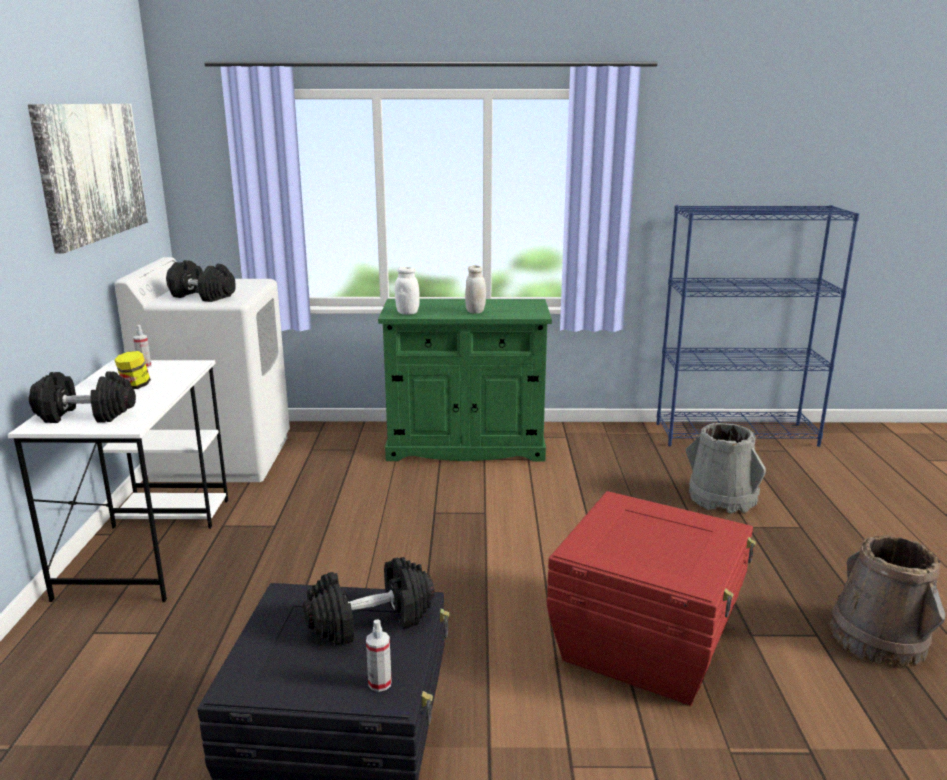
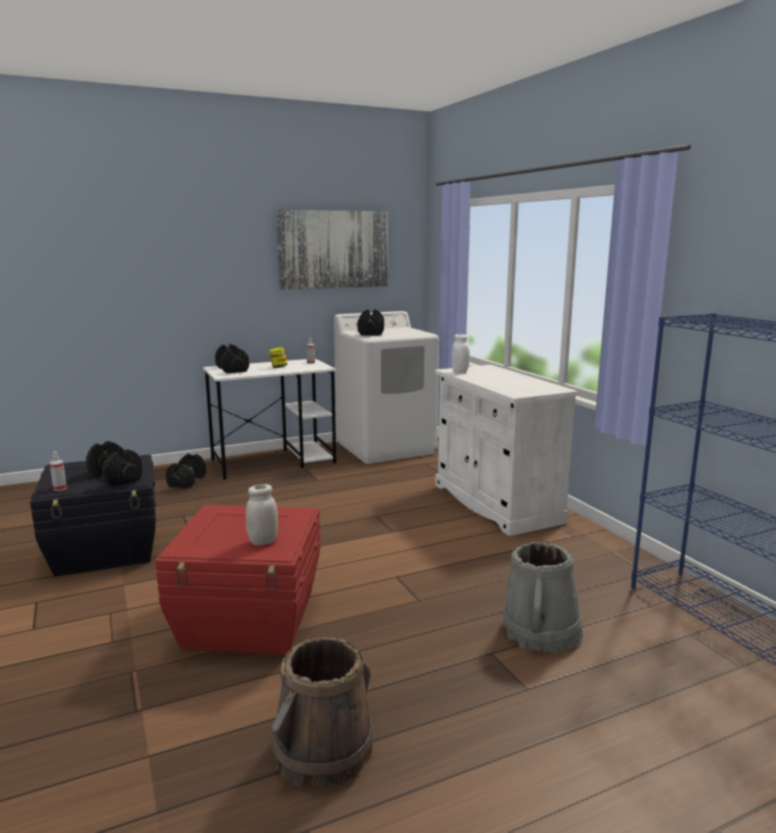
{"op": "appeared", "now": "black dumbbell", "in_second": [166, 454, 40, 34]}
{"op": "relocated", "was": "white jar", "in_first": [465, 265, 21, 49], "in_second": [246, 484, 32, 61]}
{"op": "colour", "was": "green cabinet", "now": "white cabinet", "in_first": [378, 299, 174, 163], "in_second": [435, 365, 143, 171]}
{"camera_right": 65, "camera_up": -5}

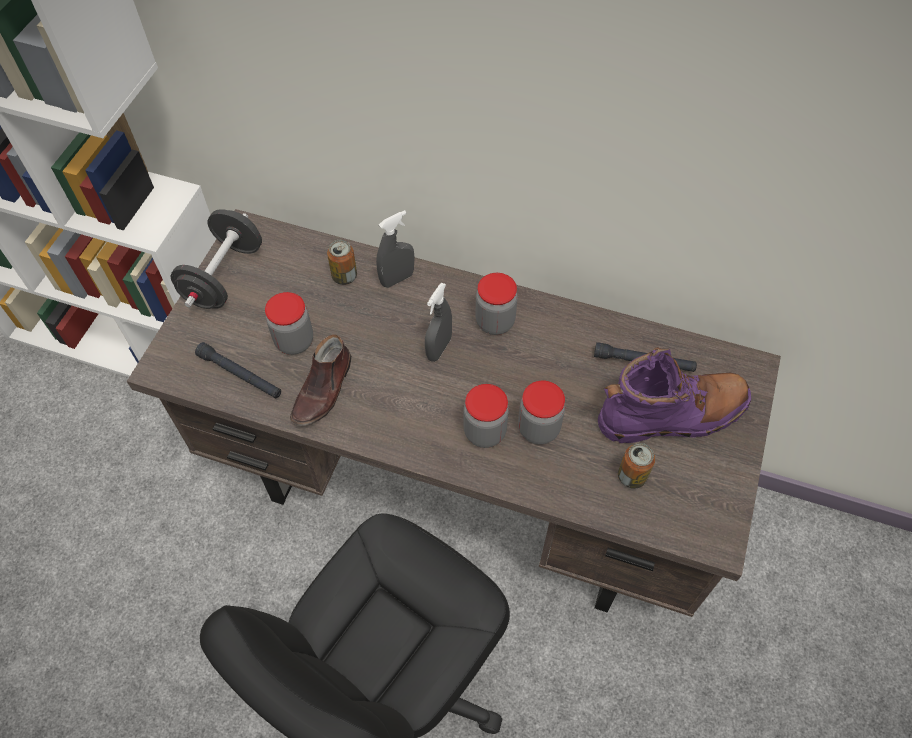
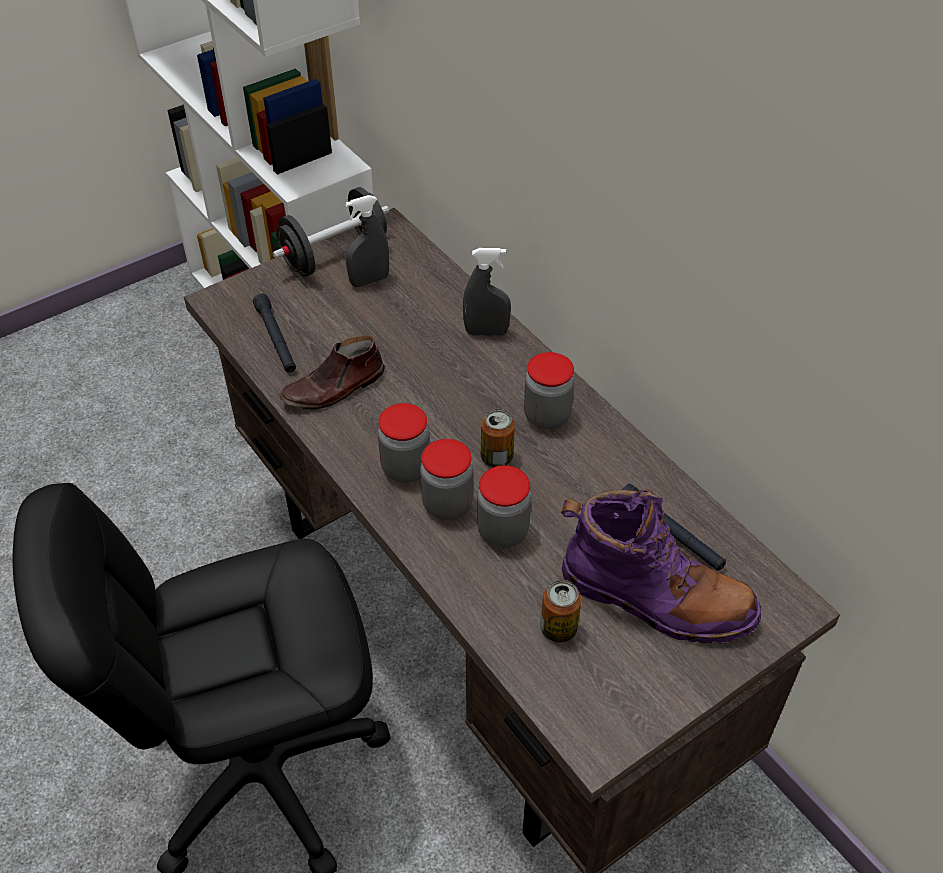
{"op": "relocated", "was": "grey spray bottle", "in_first": [425, 283, 27, 79], "in_second": [345, 195, 44, 92]}
{"op": "relocated", "was": "jar", "in_first": [265, 292, 48, 63], "in_second": [378, 403, 52, 80]}
{"op": "relocated", "was": "can", "in_first": [327, 240, 30, 45], "in_second": [481, 409, 34, 58]}
{"camera_right": 35, "camera_up": -10}

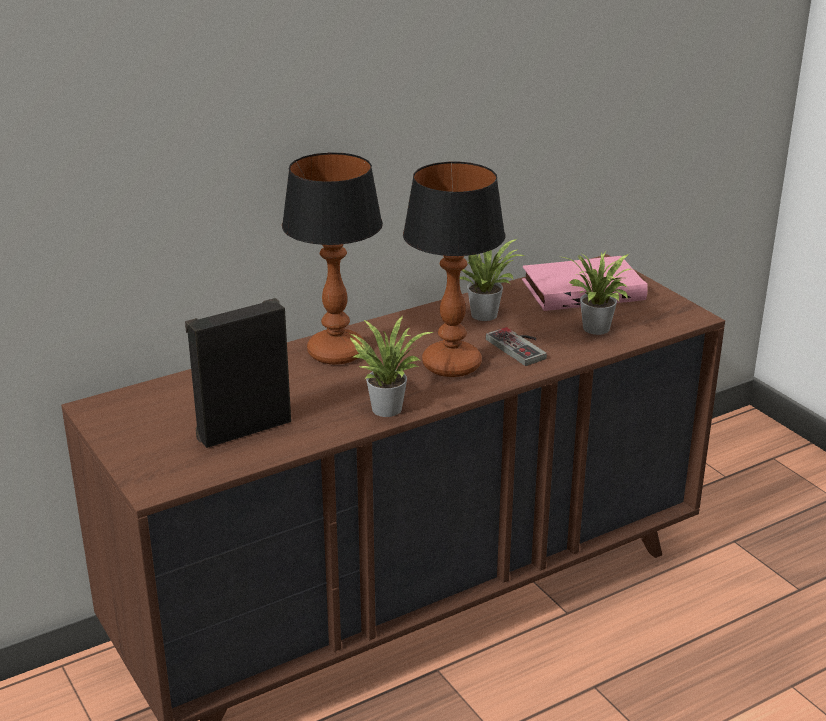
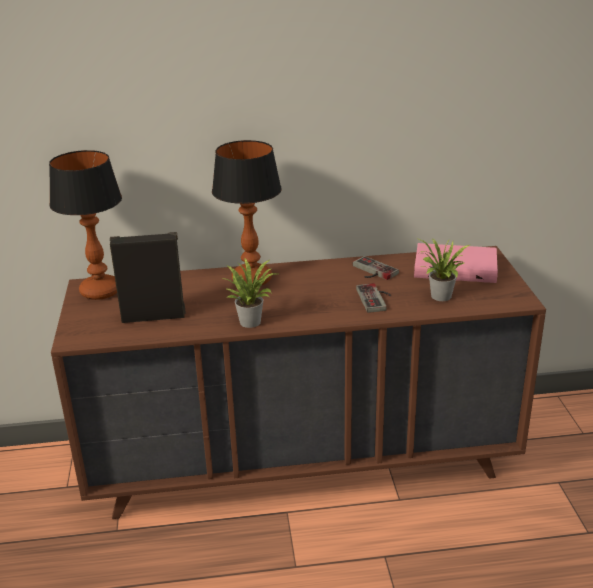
{"op": "relocated", "was": "table lamp", "in_first": [403, 162, 102, 215], "in_second": [49, 150, 73, 150]}
{"op": "exchanged", "was": "potted plant", "now": "game controller", "in_first": [459, 239, 66, 82], "in_second": [353, 256, 46, 24]}
{"camera_right": 25, "camera_up": 0}

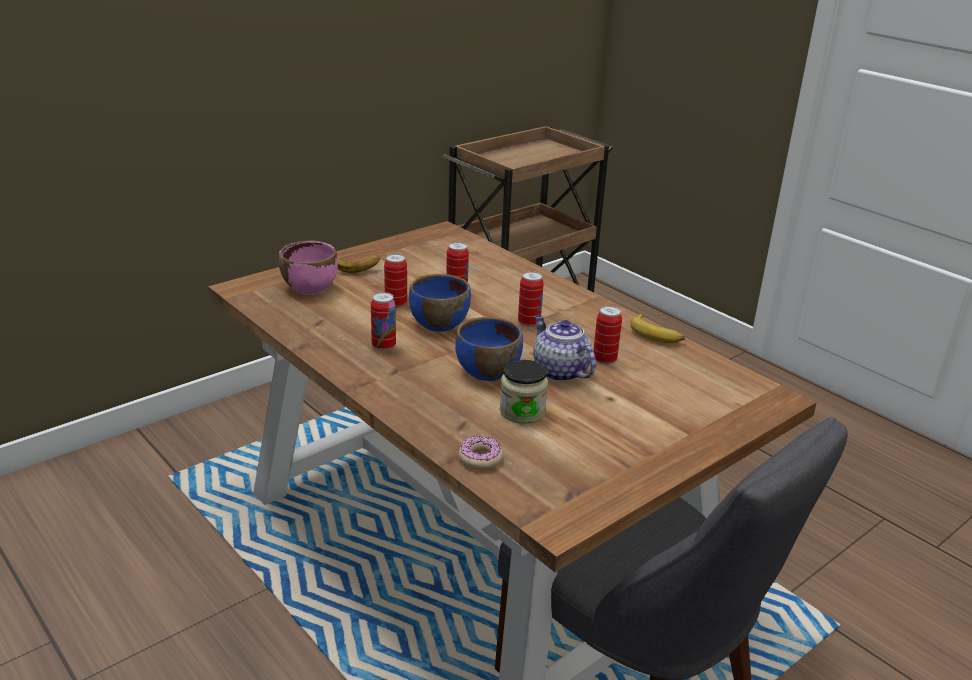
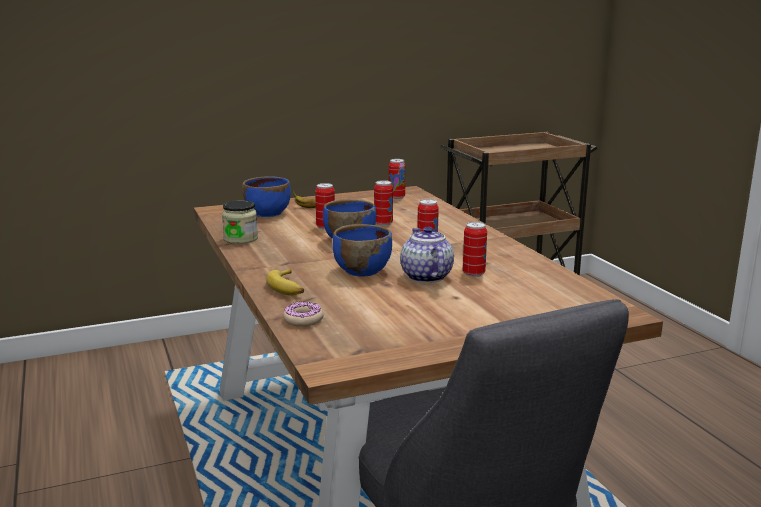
{"op": "relocated", "was": "jar", "in_first": [500, 360, 48, 64], "in_second": [222, 200, 36, 44]}
{"op": "colour", "was": "pink bowl", "now": "blue bowl", "in_first": [279, 240, 59, 55], "in_second": [242, 176, 49, 41]}
{"op": "relocated", "was": "banana", "in_first": [630, 313, 55, 31], "in_second": [266, 269, 38, 27]}
{"op": "relocated", "was": "can", "in_first": [371, 292, 25, 59], "in_second": [389, 159, 17, 40]}
{"camera_right": 20, "camera_up": -10}

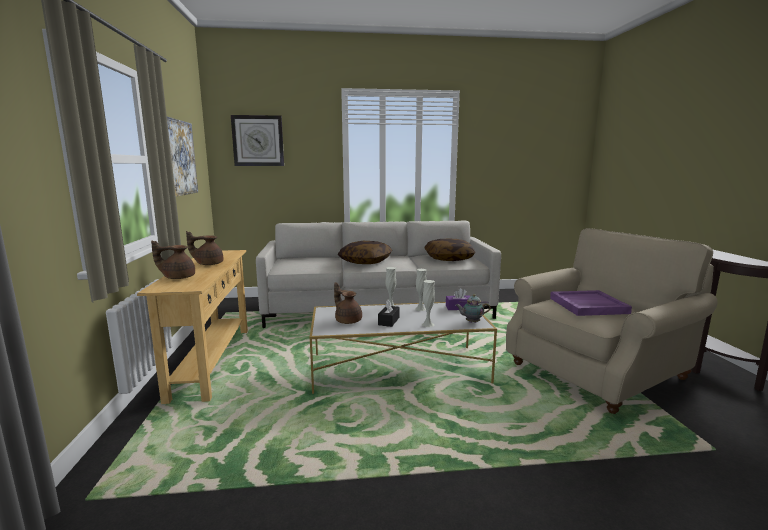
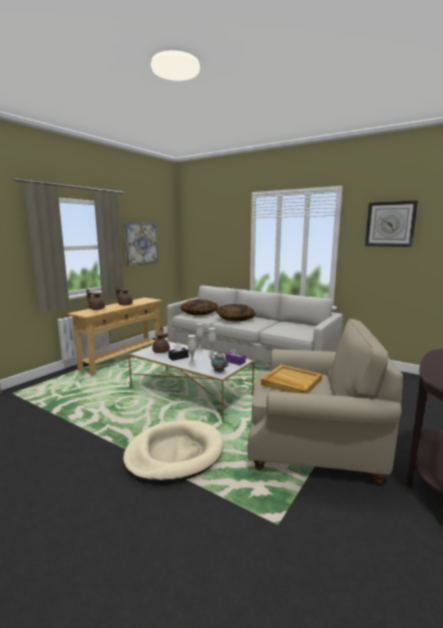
{"op": "appeared", "now": "beige dog bed", "in_second": [123, 420, 101, 63]}
{"op": "relocated", "was": "pillow", "in_first": [424, 239, 52, 22], "in_second": [180, 299, 38, 16]}
{"op": "colour", "was": "purple tray", "now": "beige tray", "in_first": [550, 290, 82, 26], "in_second": [261, 365, 61, 29]}
{"op": "relocated", "was": "wall clock", "in_first": [231, 115, 53, 51], "in_second": [365, 200, 53, 47]}
{"camera_right": 40, "camera_up": 0}

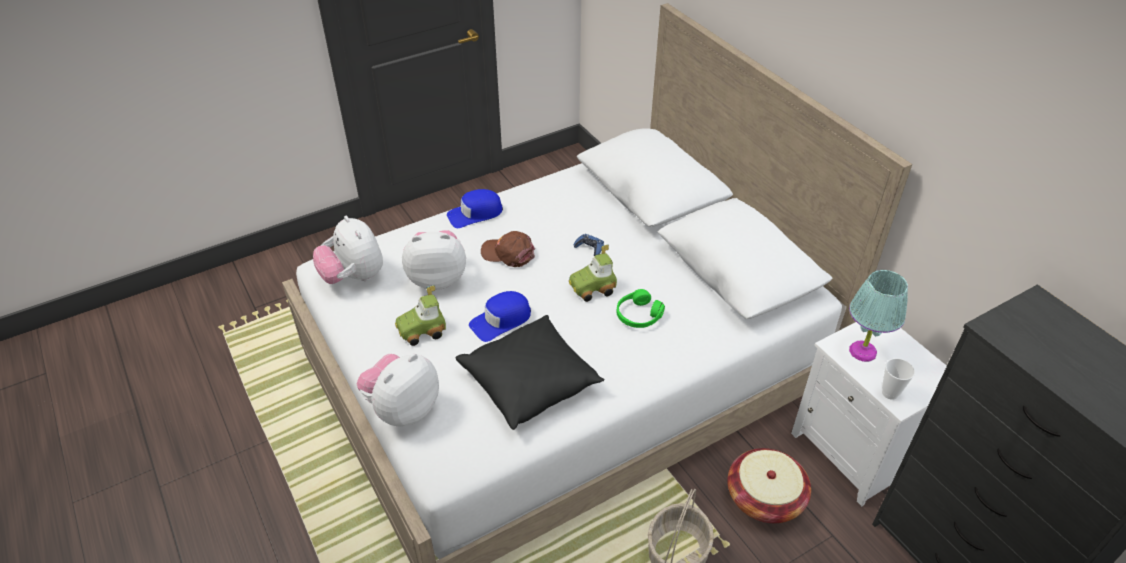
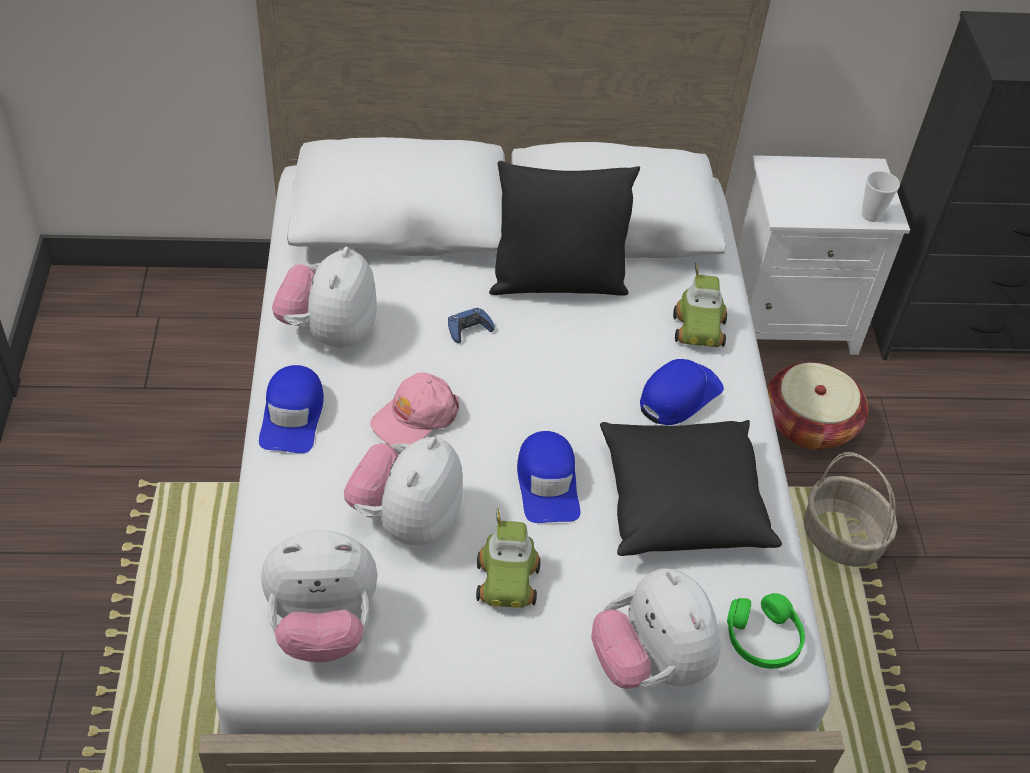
{"op": "appeared", "now": "plush toy", "in_second": [272, 247, 105, 101]}
{"op": "colour", "was": "brown cap", "now": "pink cap", "in_first": [481, 231, 54, 36], "in_second": [370, 373, 89, 73]}
{"op": "appeared", "now": "black pillow", "in_second": [489, 161, 151, 135]}
{"op": "appeared", "now": "blue cap", "in_second": [640, 359, 84, 66]}
{"op": "relocated", "was": "toy car", "in_first": [569, 245, 48, 57], "in_second": [673, 263, 54, 84]}
{"op": "relocated", "was": "green headphones", "in_first": [617, 289, 48, 39], "in_second": [727, 593, 78, 76]}
{"op": "missing", "was": "turquoise table lamp", "in_first": [849, 270, 59, 92]}
{"camera_right": -65, "camera_up": 5}

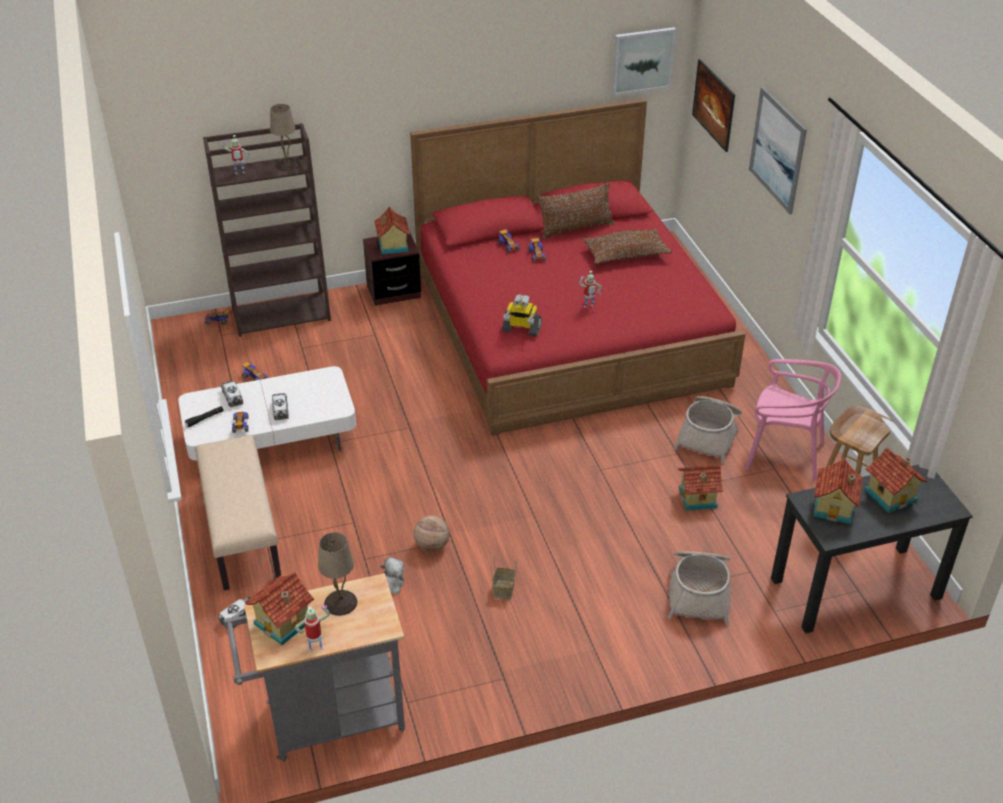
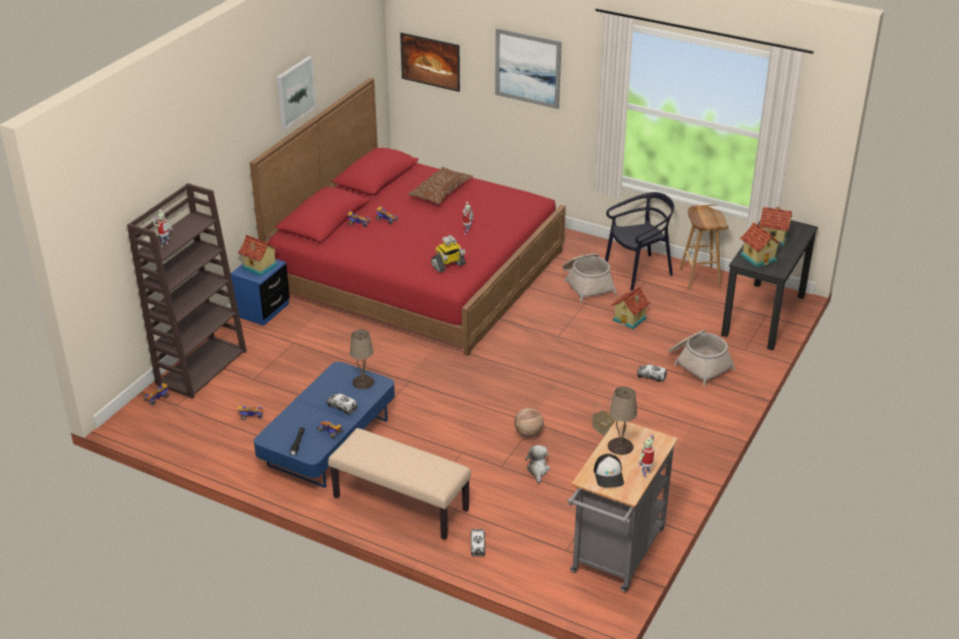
{"op": "colour", "was": "brown nightstand", "now": "blue nightstand", "in_first": [363, 231, 58, 75], "in_second": [230, 259, 60, 67]}
{"op": "colour", "was": "white coffee table", "now": "blue coffee table", "in_first": [178, 366, 178, 95], "in_second": [254, 362, 141, 126]}
{"op": "relocated", "was": "picture", "in_first": [612, 27, 64, 69], "in_second": [277, 56, 39, 73]}
{"op": "relocated", "was": "beige table lamp", "in_first": [270, 104, 29, 68], "in_second": [350, 329, 25, 60]}
{"op": "exchanged", "was": "toy house", "now": "cap", "in_first": [245, 572, 69, 73], "in_second": [594, 454, 30, 34]}
{"op": "colour", "was": "pink chair", "now": "black chair", "in_first": [745, 359, 96, 121], "in_second": [605, 192, 69, 99]}
{"op": "relocated", "was": "toy truck", "in_first": [221, 381, 22, 26], "in_second": [637, 364, 30, 18]}
{"op": "missing", "was": "brown pillow", "in_first": [538, 183, 76, 56]}
{"camera_right": -45, "camera_up": -5}

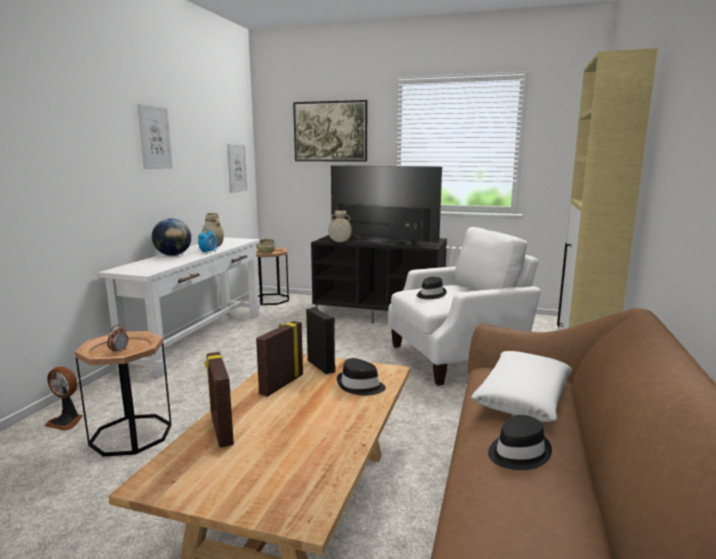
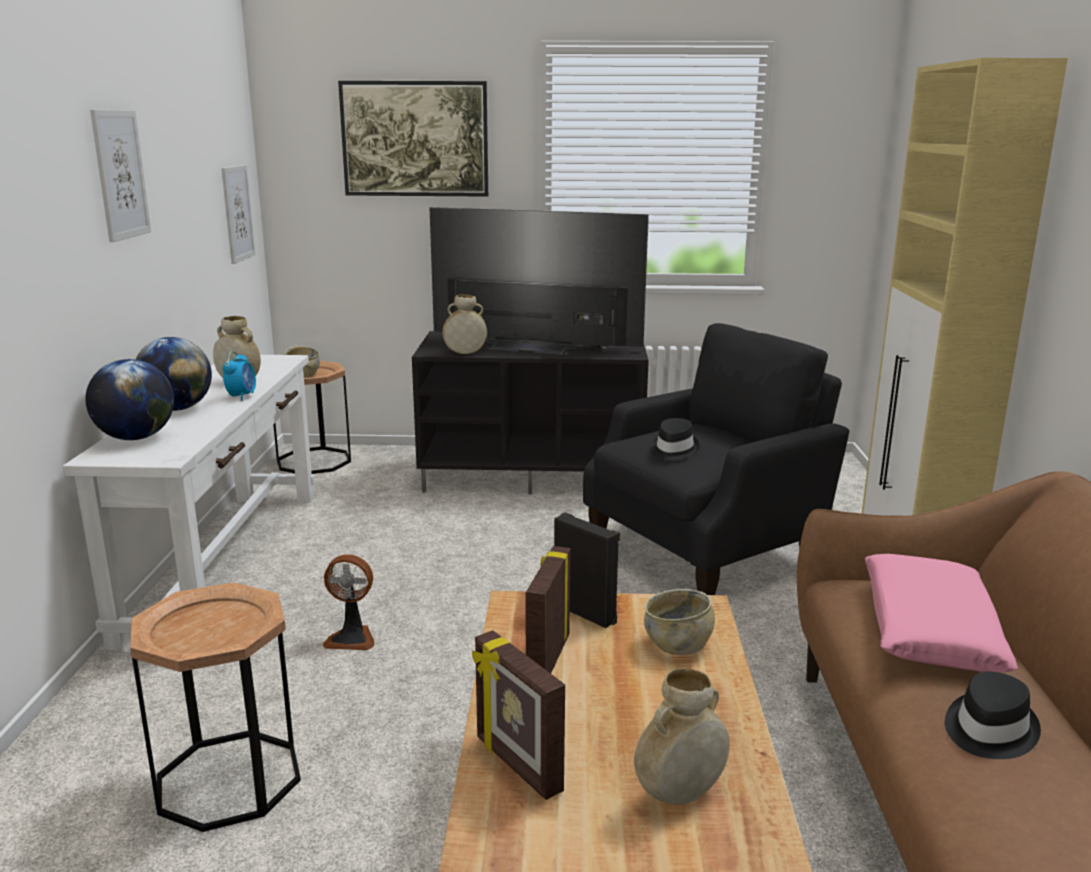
{"op": "appeared", "now": "globe", "in_second": [85, 359, 89, 81]}
{"op": "relocated", "was": "fan", "in_first": [44, 366, 39, 65], "in_second": [323, 554, 51, 96]}
{"op": "colour", "was": "white armchair", "now": "black armchair", "in_first": [388, 227, 153, 159], "in_second": [583, 323, 266, 272]}
{"op": "appeared", "now": "beige vase", "in_second": [634, 668, 96, 137]}
{"op": "exchanged", "was": "black hat", "now": "beige bowl", "in_first": [337, 358, 49, 38], "in_second": [644, 589, 71, 66]}
{"op": "colour", "was": "white pillow", "now": "pink pillow", "in_first": [471, 351, 101, 71], "in_second": [865, 554, 153, 118]}
{"op": "missing", "was": "alarm clock", "in_first": [107, 325, 21, 29]}
{"camera_right": -15, "camera_up": 5}

